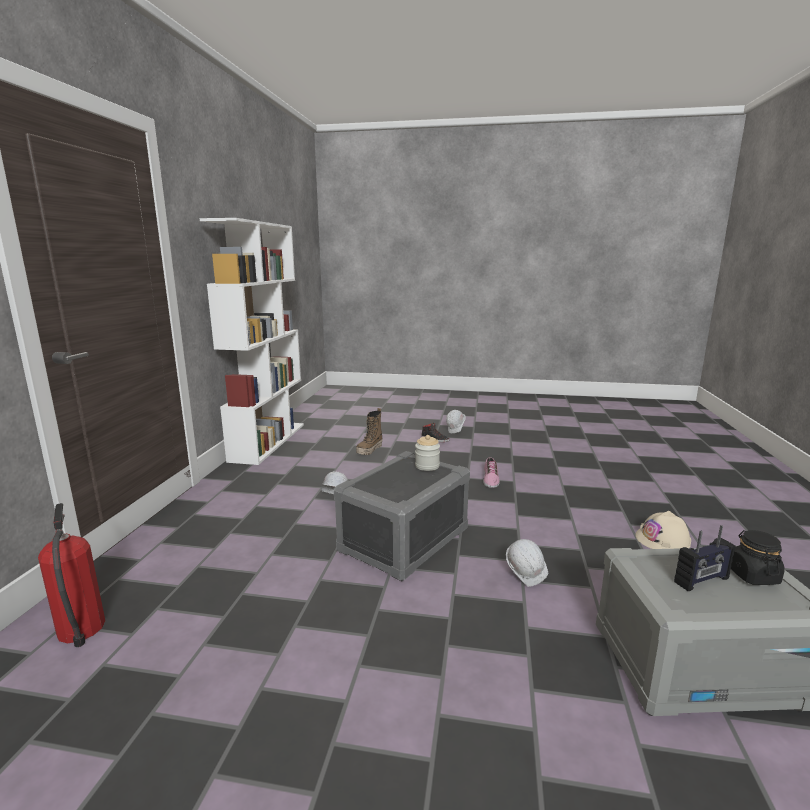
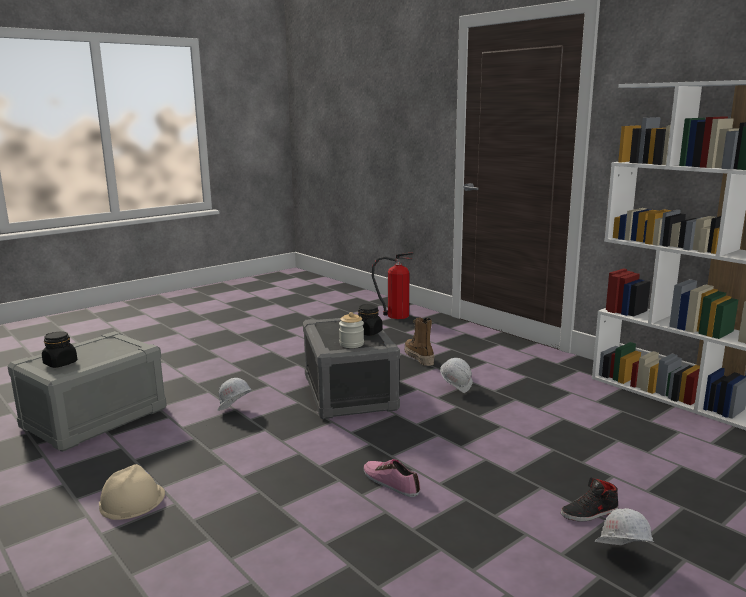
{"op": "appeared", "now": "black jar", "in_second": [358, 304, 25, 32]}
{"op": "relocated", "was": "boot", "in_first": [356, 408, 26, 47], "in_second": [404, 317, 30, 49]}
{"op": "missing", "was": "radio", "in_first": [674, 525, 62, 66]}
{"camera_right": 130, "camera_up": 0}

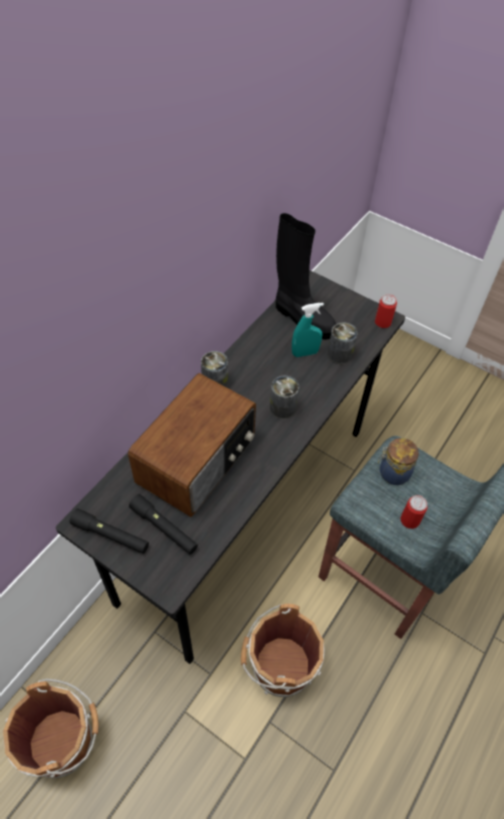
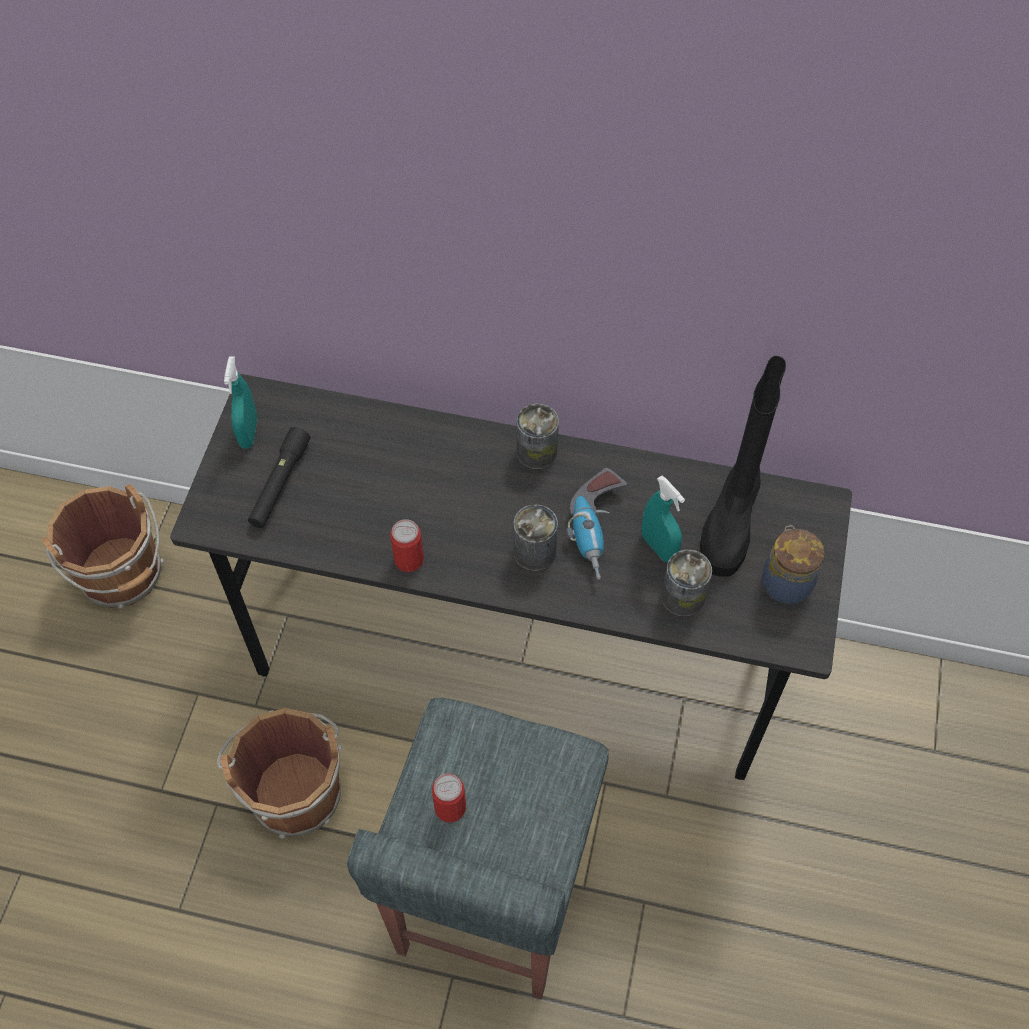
{"op": "exchanged", "was": "black flashlight", "now": "turquoise spray bottle", "in_first": [70, 508, 79, 46], "in_second": [224, 356, 33, 93]}
{"op": "relocated", "was": "can", "in_first": [375, 294, 22, 34], "in_second": [390, 519, 34, 53]}
{"op": "appeared", "now": "power drill", "in_second": [566, 468, 61, 112]}
{"op": "relocated", "was": "jar", "in_first": [378, 438, 41, 47], "in_second": [762, 525, 63, 79]}
{"op": "missing", "was": "radio", "in_first": [128, 373, 128, 144]}
{"camera_right": 70, "camera_up": 5}

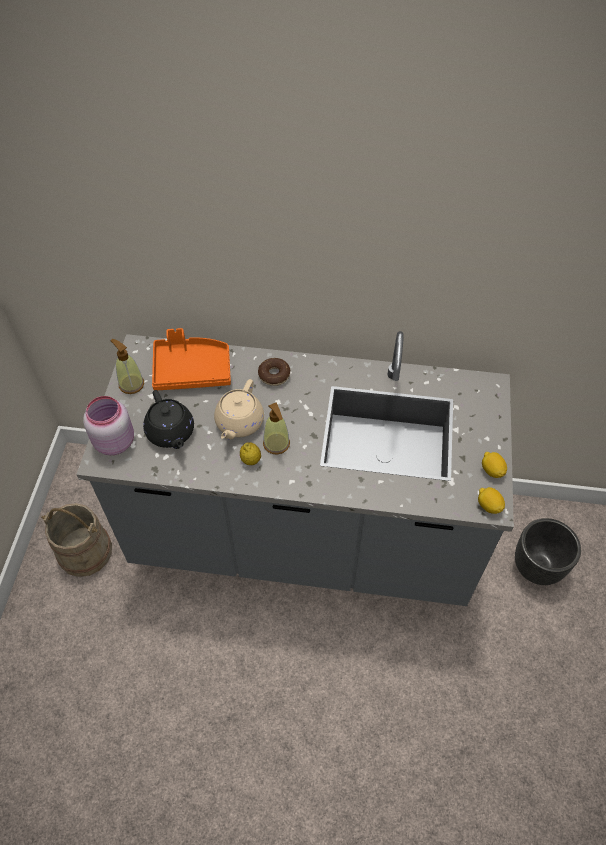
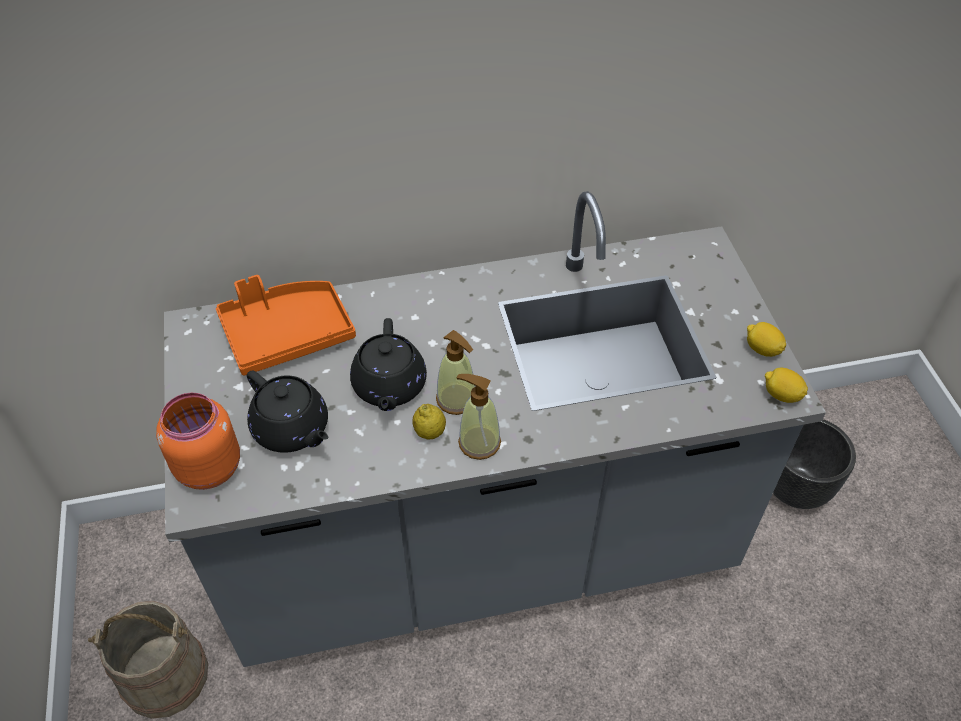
{"op": "colour", "was": "pink jar", "now": "orange jar", "in_first": [83, 396, 51, 59], "in_second": [156, 393, 84, 97]}
{"op": "colour", "was": "beige teapot", "now": "black teapot", "in_first": [214, 379, 50, 61], "in_second": [350, 318, 77, 93]}
{"op": "relocated", "was": "soap dispenser", "in_first": [110, 339, 34, 55], "in_second": [456, 374, 45, 86]}
{"op": "missing", "was": "donut", "in_first": [258, 358, 32, 28]}
{"camera_right": -20, "camera_up": -5}

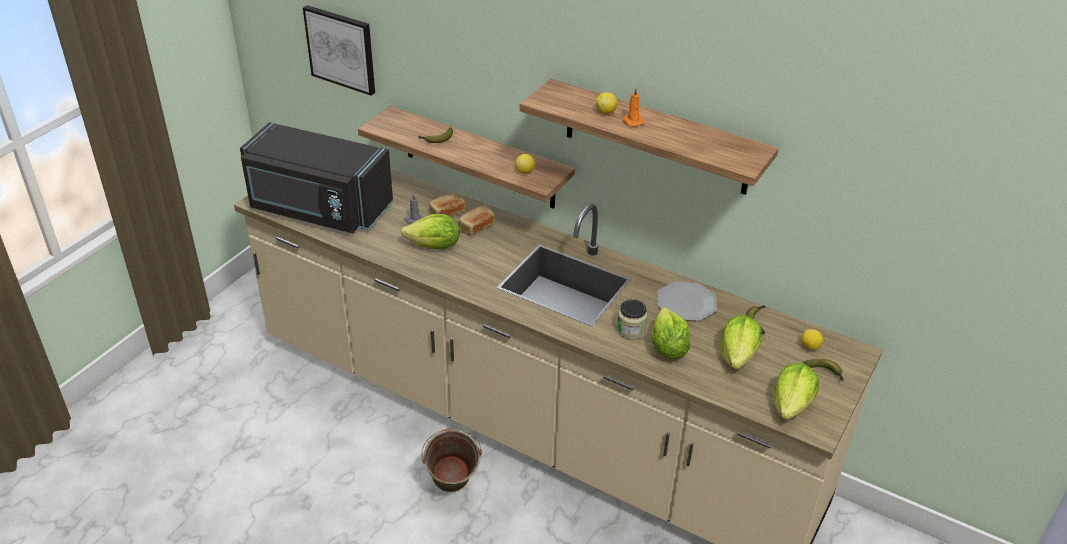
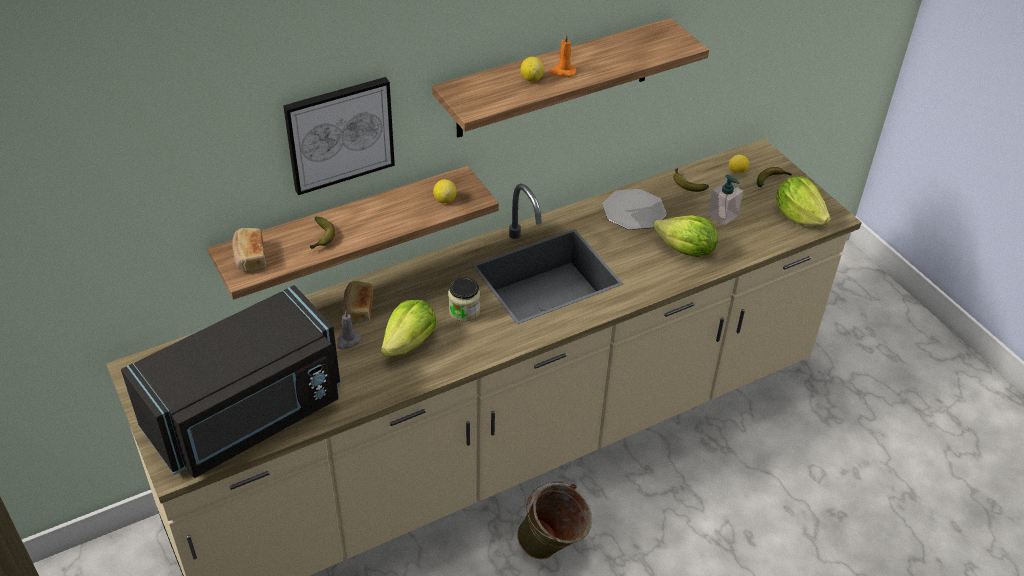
{"op": "relocated", "was": "bread", "in_first": [459, 206, 36, 30], "in_second": [232, 228, 34, 45]}
{"op": "relocated", "was": "picture", "in_first": [303, 5, 72, 90], "in_second": [283, 77, 112, 118]}
{"op": "relocated", "was": "jar", "in_first": [617, 299, 30, 41], "in_second": [448, 277, 32, 44]}
{"op": "exchanged", "was": "lettuce", "now": "soap dispenser", "in_first": [720, 315, 42, 54], "in_second": [707, 174, 36, 51]}
{"camera_right": -60, "camera_up": 5}

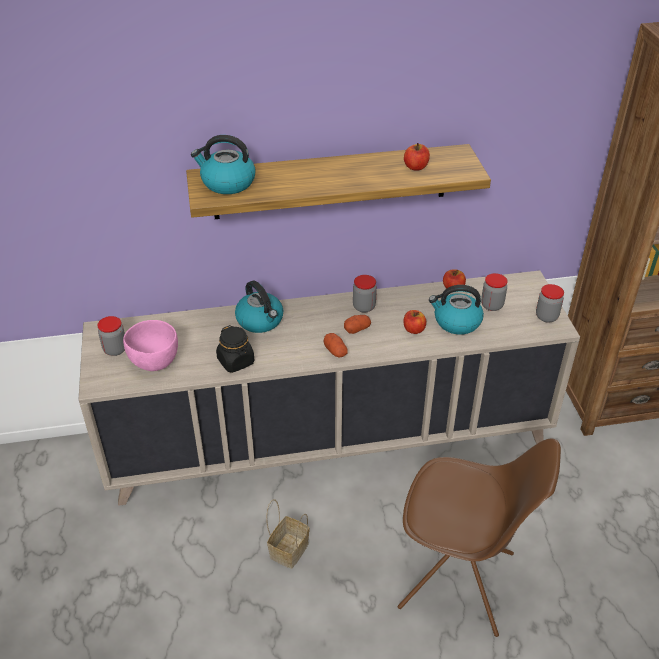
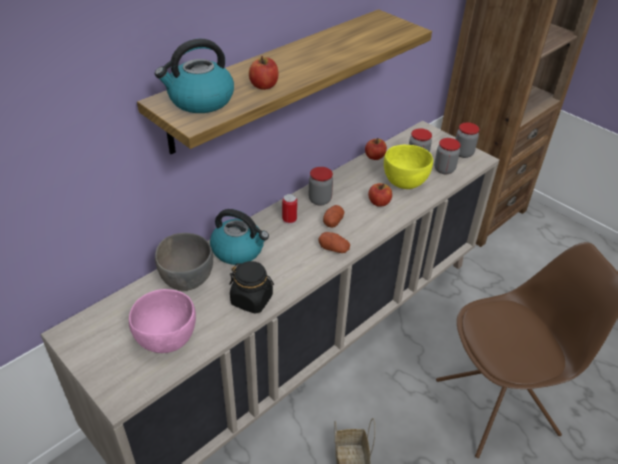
{"op": "appeared", "now": "grey bowl", "in_second": [155, 233, 58, 58]}
{"op": "relocated", "was": "apple", "in_first": [404, 143, 26, 28], "in_second": [249, 56, 29, 34]}
{"op": "appeared", "now": "can", "in_second": [282, 194, 15, 31]}
{"op": "exchanged", "was": "kettle", "now": "yellow bowl", "in_first": [429, 285, 55, 50], "in_second": [384, 145, 49, 44]}
{"op": "relocated", "was": "jar", "in_first": [97, 316, 28, 40], "in_second": [434, 138, 27, 36]}
{"camera_right": -35, "camera_up": 0}

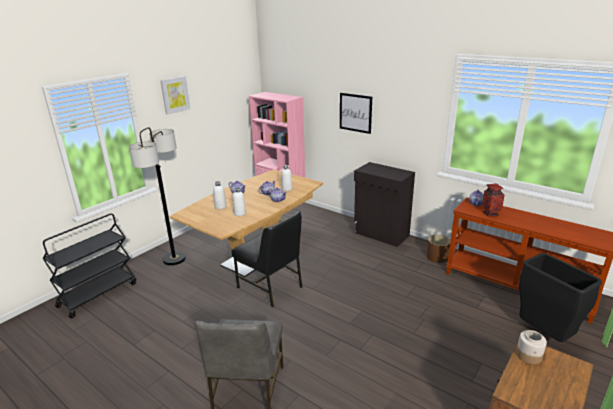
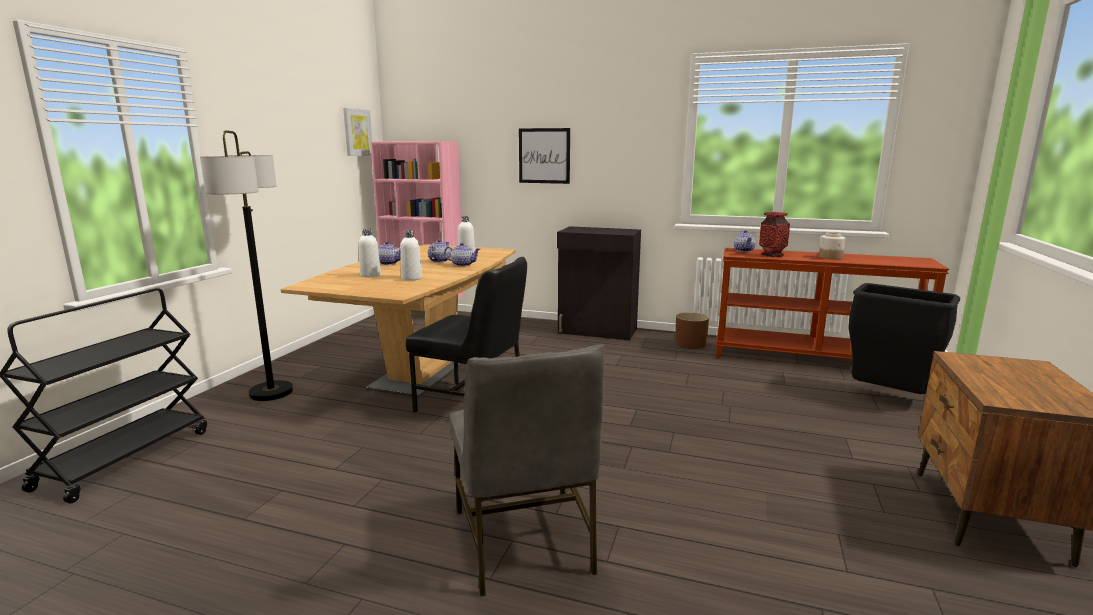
{"op": "relocated", "was": "picture", "in_first": [160, 76, 30, 39], "in_second": [343, 108, 29, 48]}
{"op": "relocated", "was": "jar", "in_first": [516, 330, 31, 34], "in_second": [819, 232, 27, 28]}
{"camera_right": -20, "camera_up": -10}

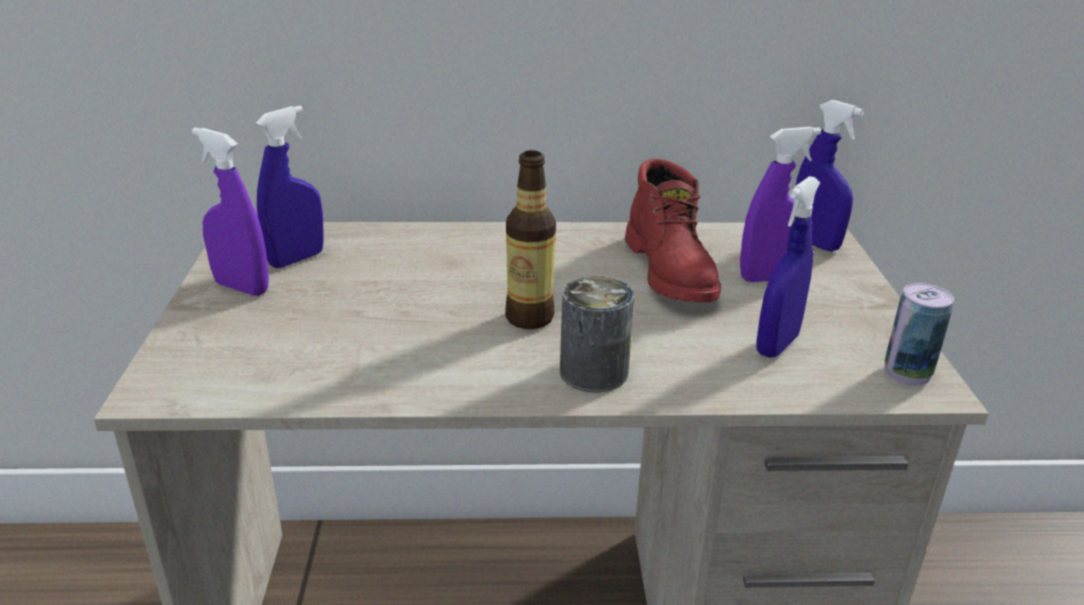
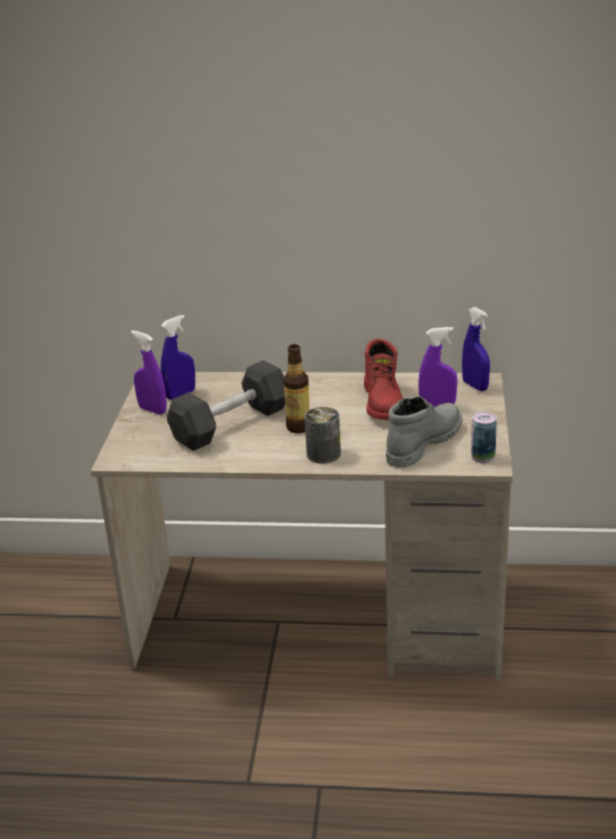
{"op": "appeared", "now": "black dumbbell", "in_second": [167, 360, 118, 91]}
{"op": "exchanged", "was": "blue spray bottle", "now": "grey boot", "in_first": [756, 176, 64, 182], "in_second": [386, 396, 77, 72]}
{"camera_right": 10, "camera_up": 0}

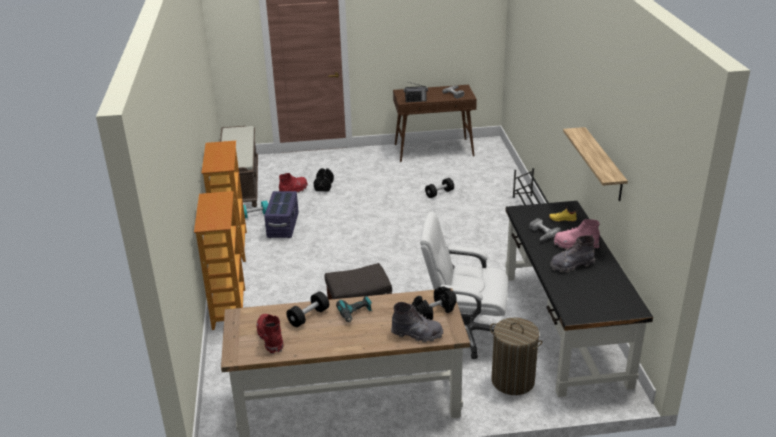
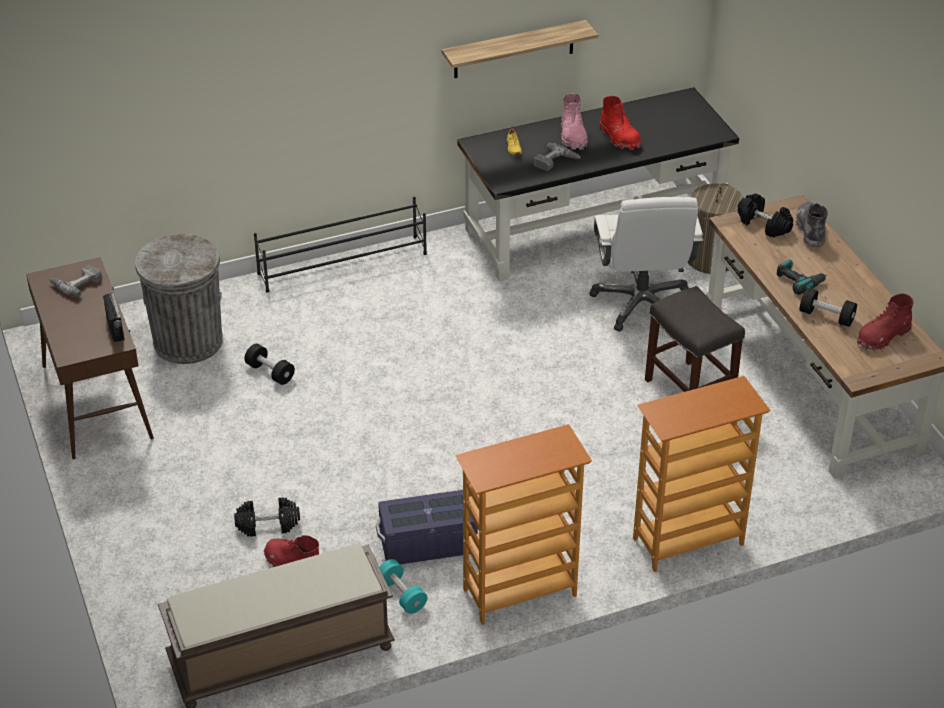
{"op": "appeared", "now": "grey trash can", "in_second": [135, 234, 88, 130]}
{"op": "colour", "was": "grey boot", "now": "red boot", "in_first": [550, 235, 45, 37], "in_second": [600, 96, 41, 54]}
{"camera_right": -105, "camera_up": 10}

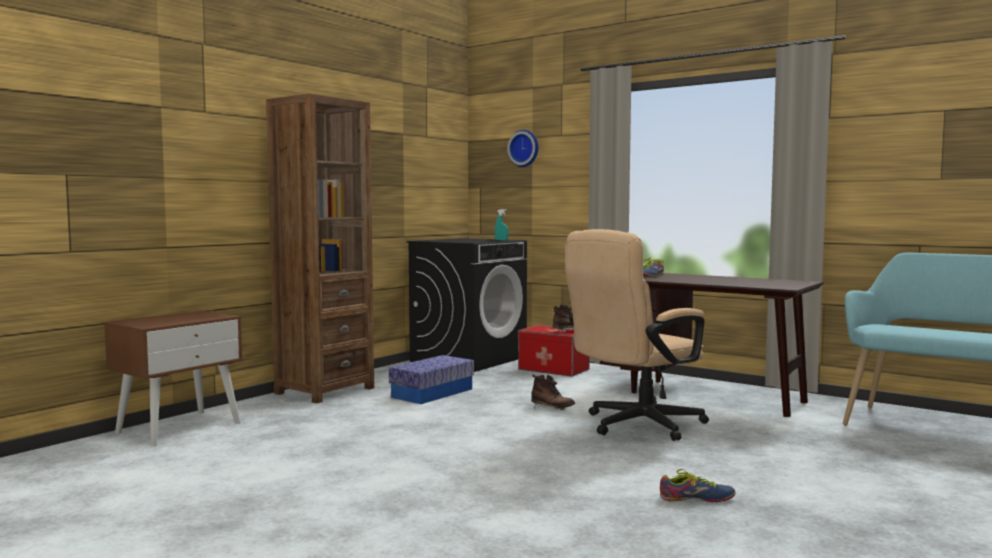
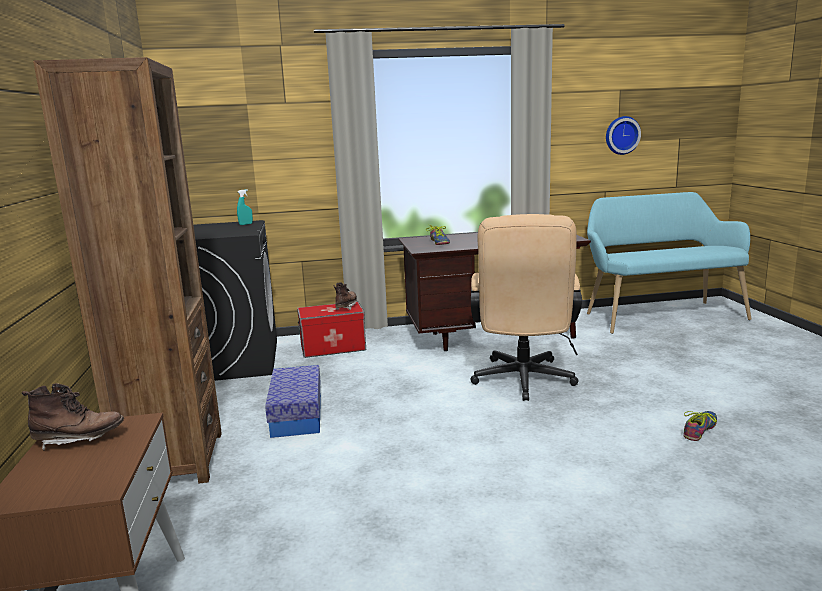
{"op": "relocated", "was": "brown boot", "in_first": [531, 375, 44, 35], "in_second": [22, 383, 102, 67]}
{"op": "relocated", "was": "wall clock", "in_first": [507, 130, 31, 37], "in_second": [606, 116, 35, 39]}
{"camera_right": -45, "camera_up": 10}

